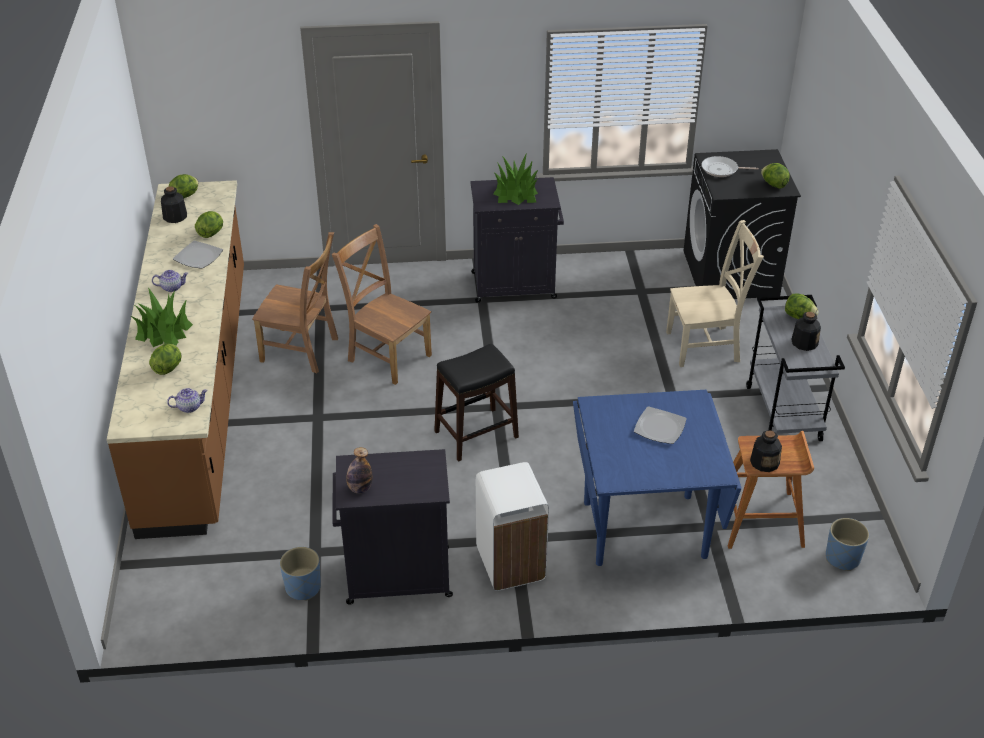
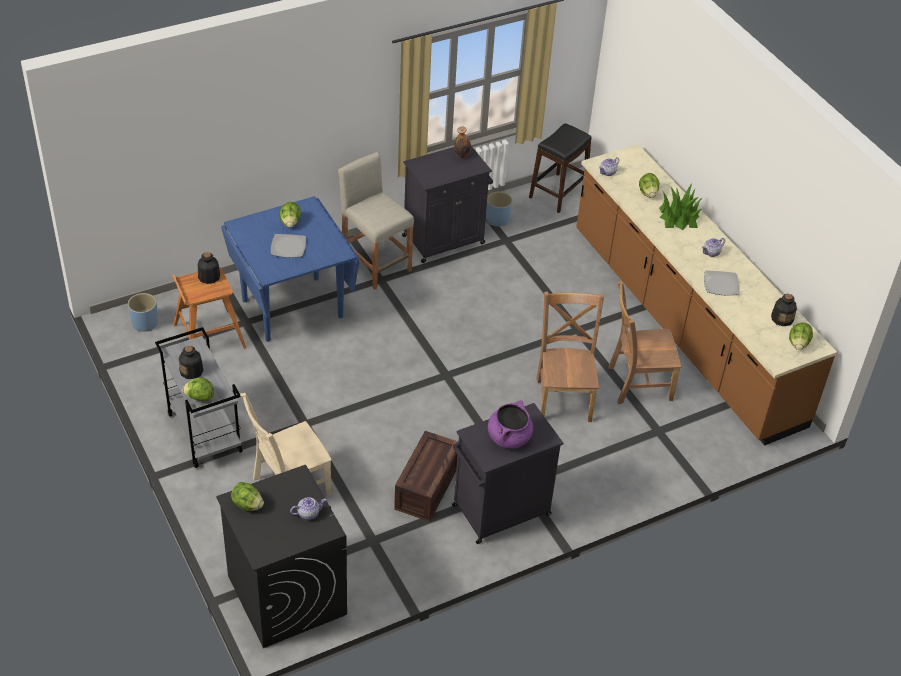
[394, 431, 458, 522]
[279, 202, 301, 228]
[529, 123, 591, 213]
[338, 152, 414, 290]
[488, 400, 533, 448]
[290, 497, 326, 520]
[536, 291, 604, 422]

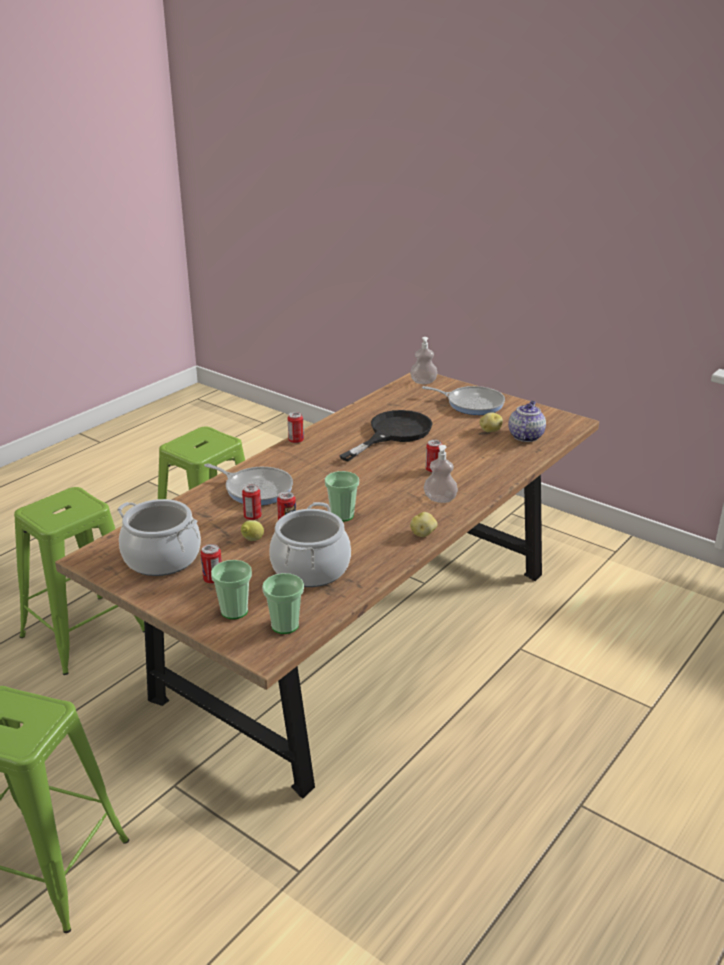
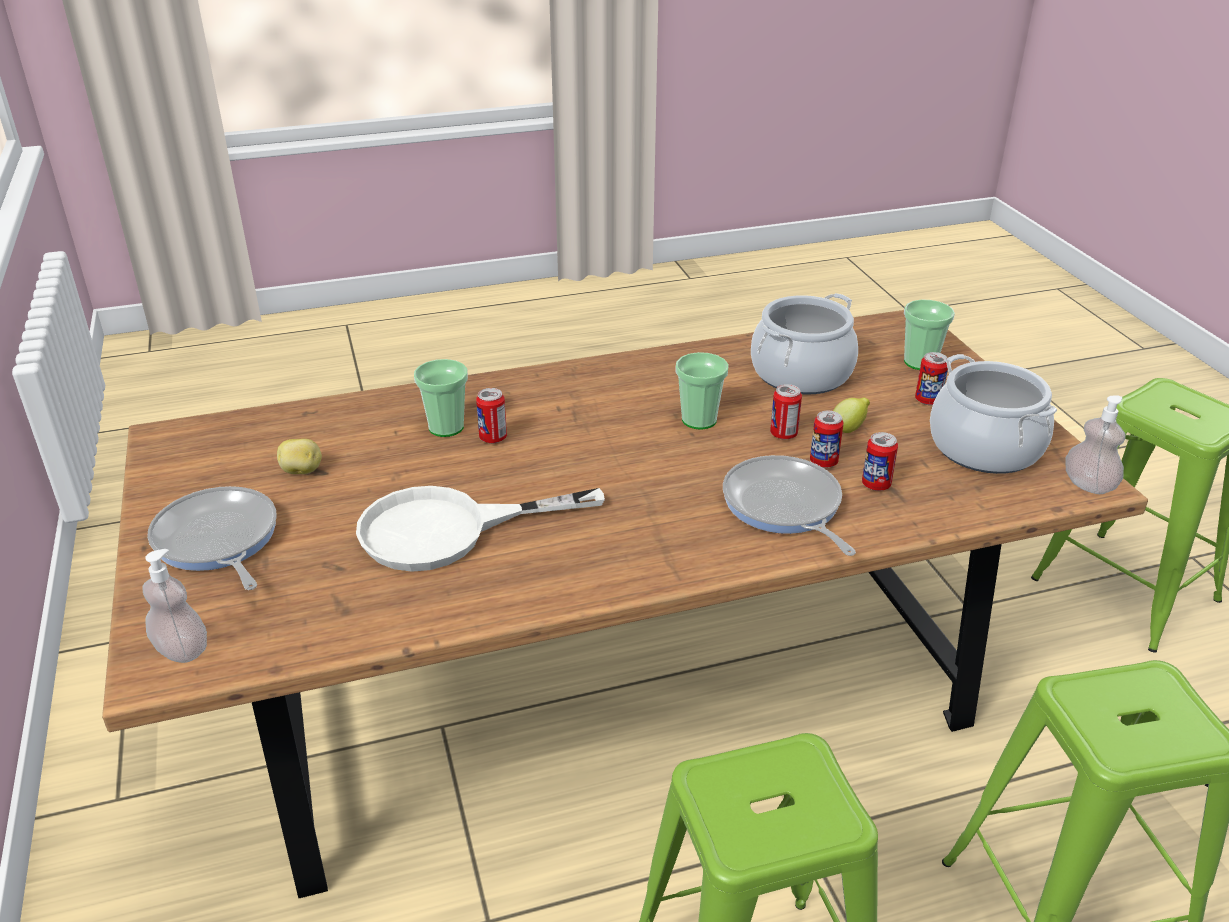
[410, 512, 438, 537] (first image)
[508, 401, 546, 442] (first image)
[414, 359, 468, 437]
[862, 432, 898, 491]
[1065, 396, 1125, 494]
[356, 486, 605, 572]

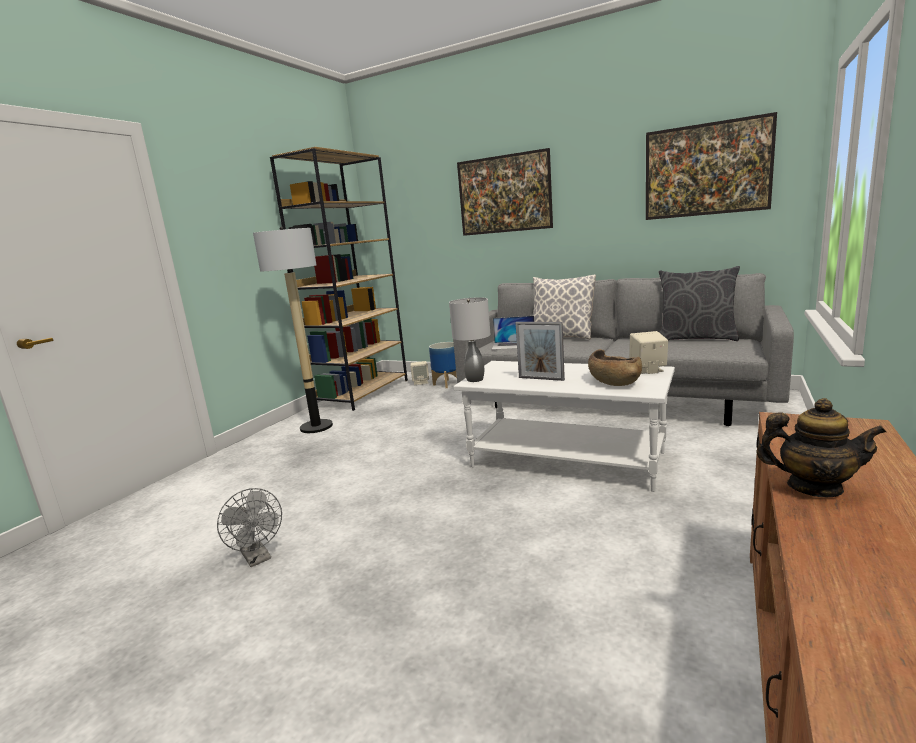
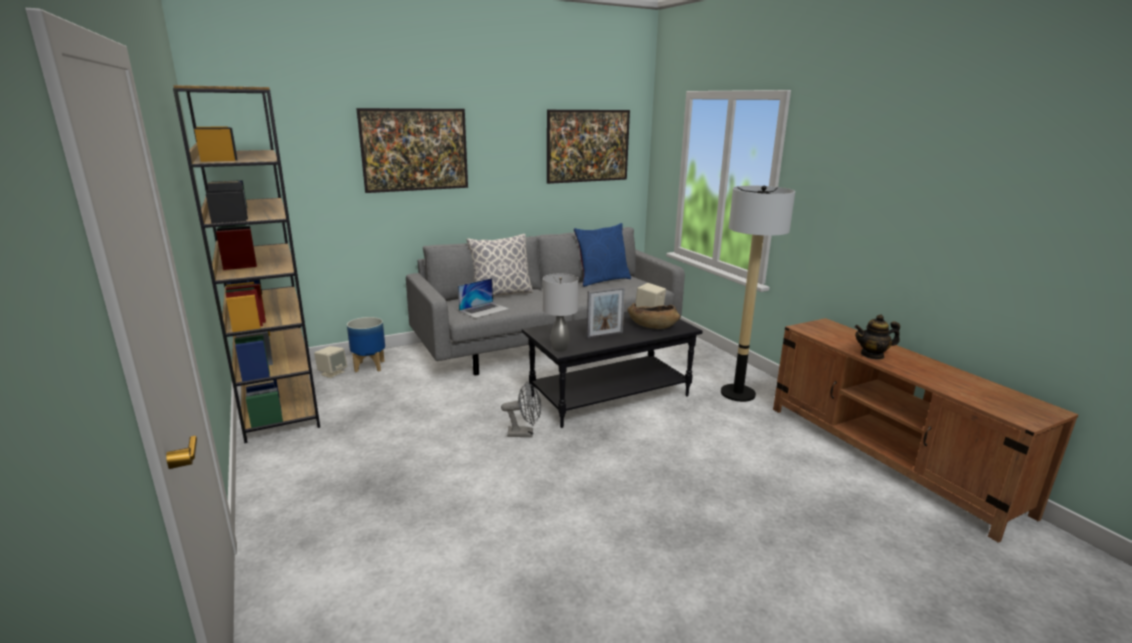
[501, 382, 541, 437]
[721, 186, 795, 402]
[522, 311, 702, 428]
[574, 223, 631, 287]
[855, 315, 900, 360]

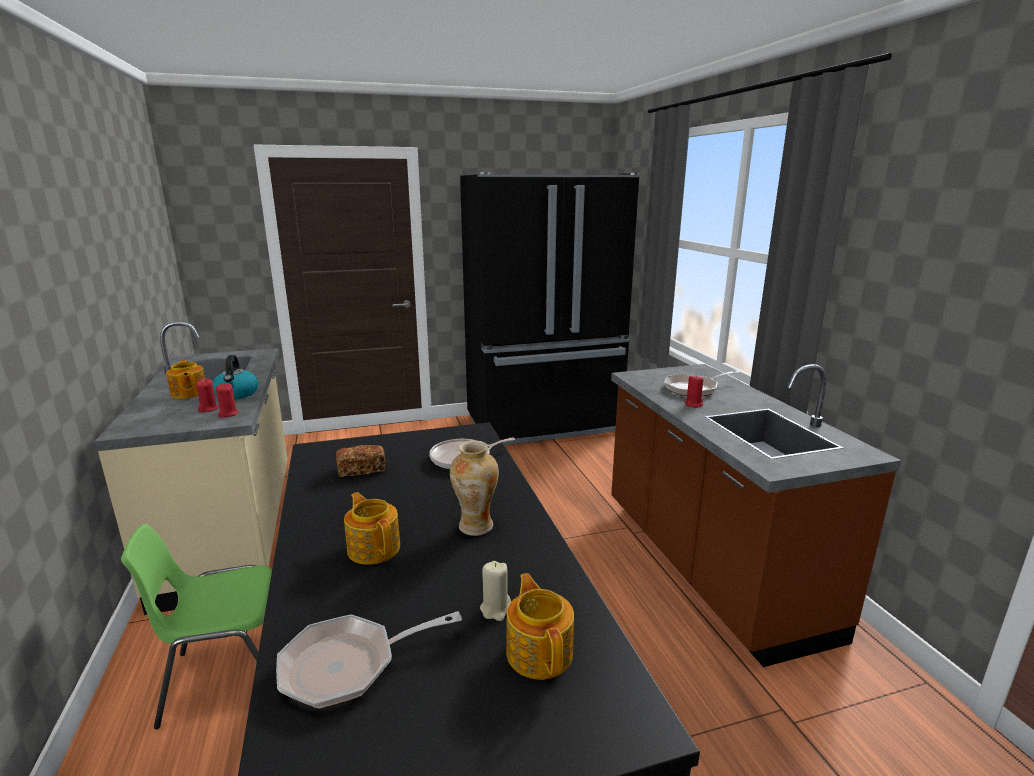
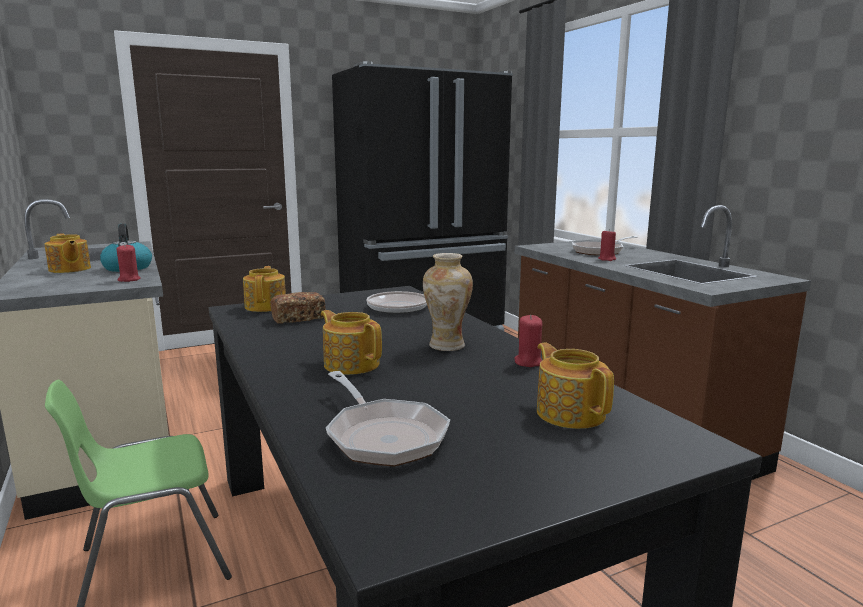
[480, 561, 511, 621] (first image)
[243, 266, 286, 312]
[514, 315, 542, 367]
[326, 371, 450, 467]

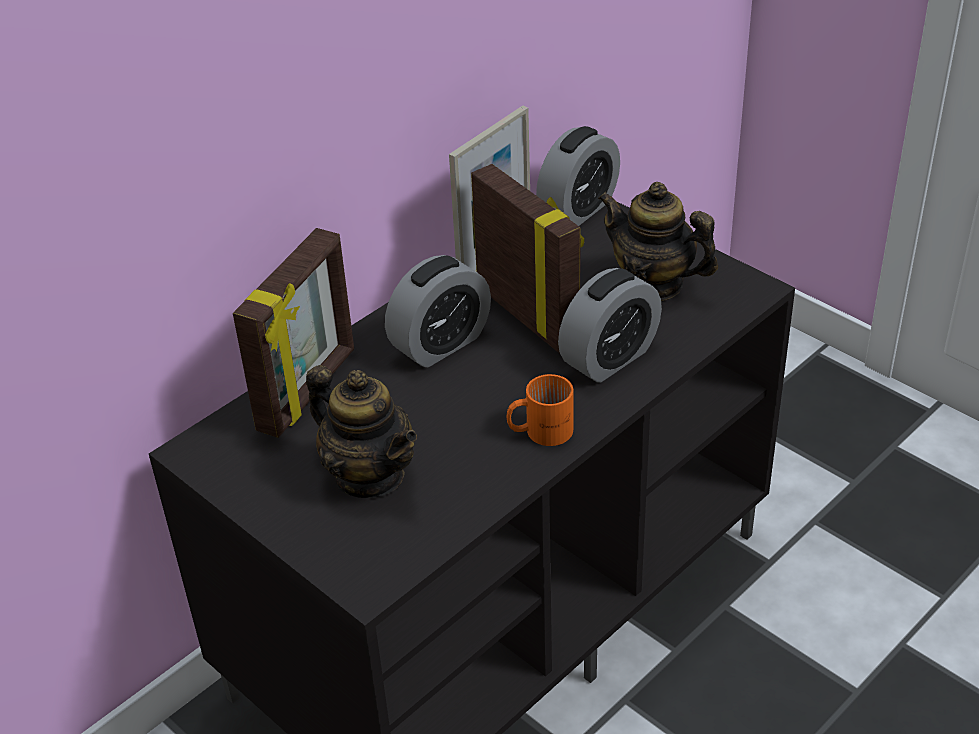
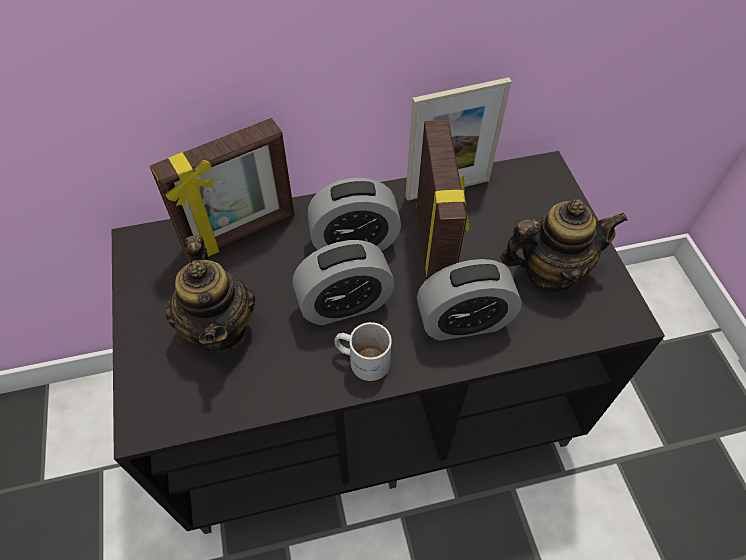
[292, 240, 395, 325]
[334, 322, 392, 381]
[500, 199, 628, 292]

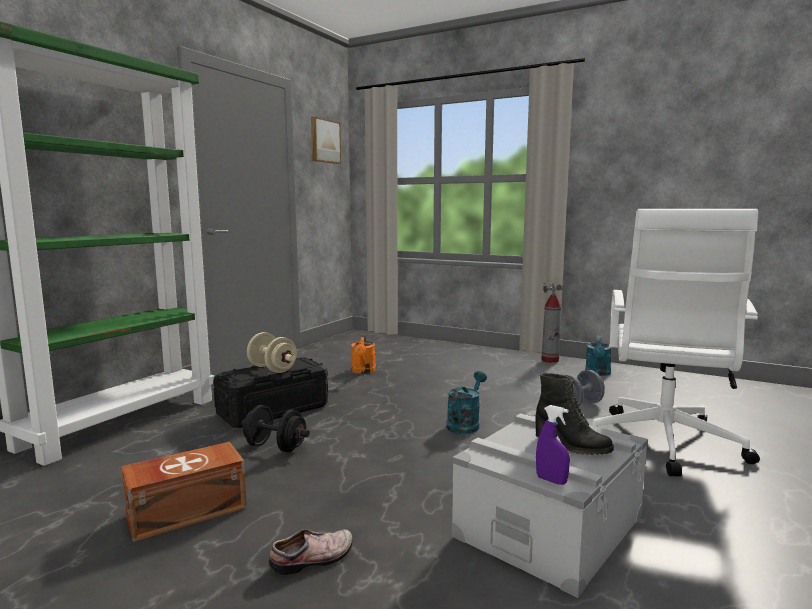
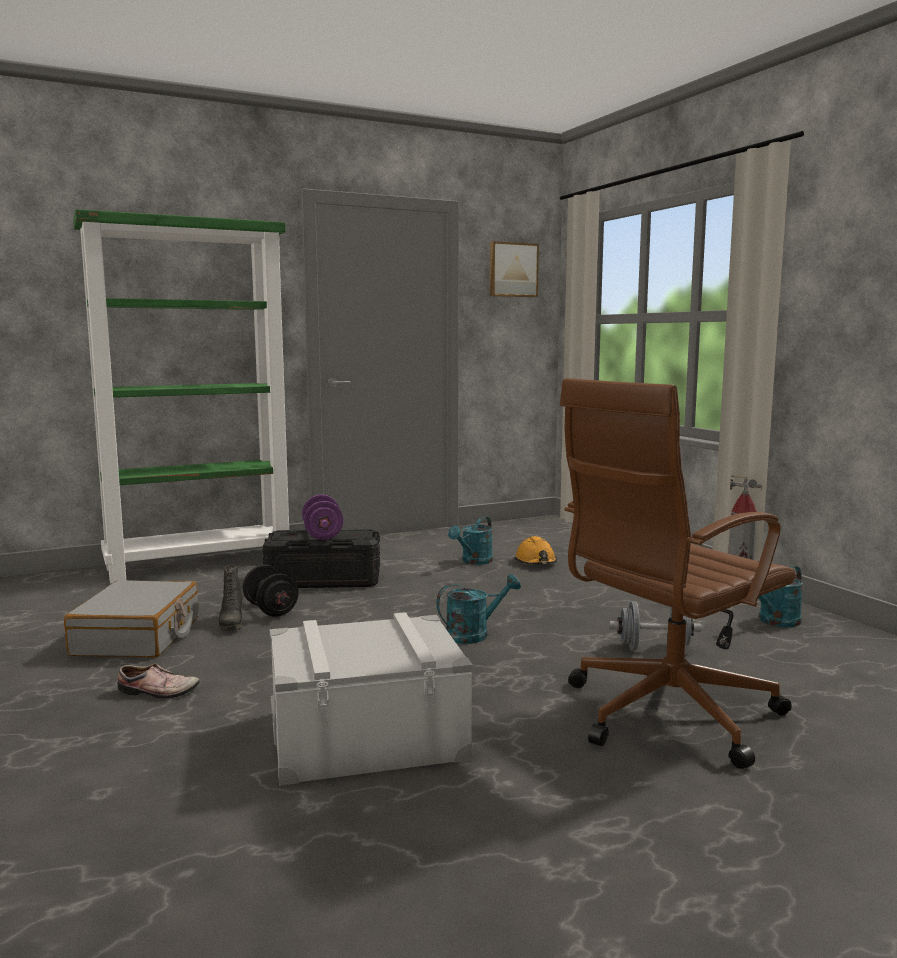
[536, 405, 570, 485] (first image)
[515, 536, 557, 564]
[219, 565, 243, 631]
[64, 580, 199, 658]
[302, 494, 343, 540]
[448, 516, 493, 565]
[560, 378, 796, 769]

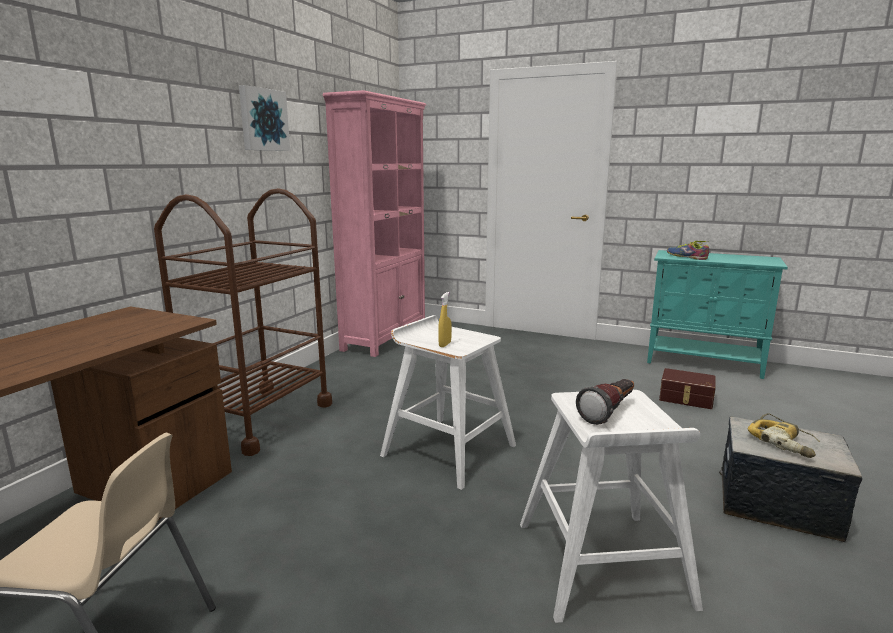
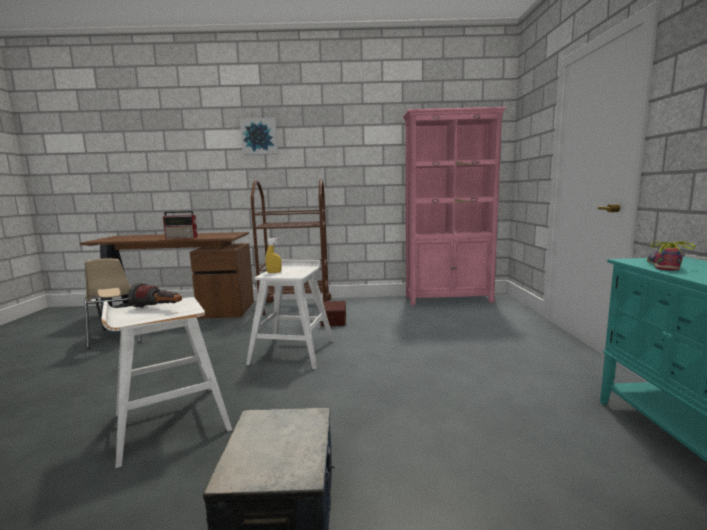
[748, 413, 820, 458] (first image)
[163, 211, 198, 239]
[240, 117, 278, 155]
[321, 301, 346, 326]

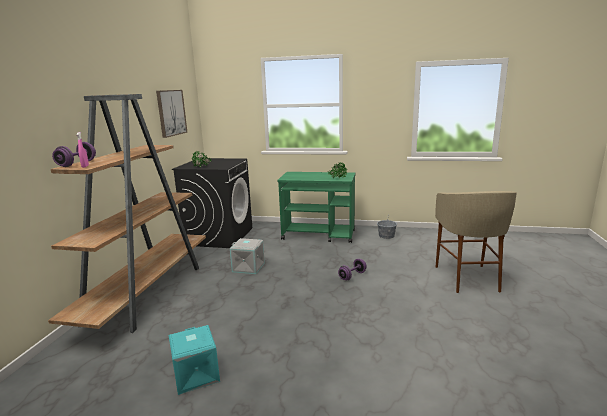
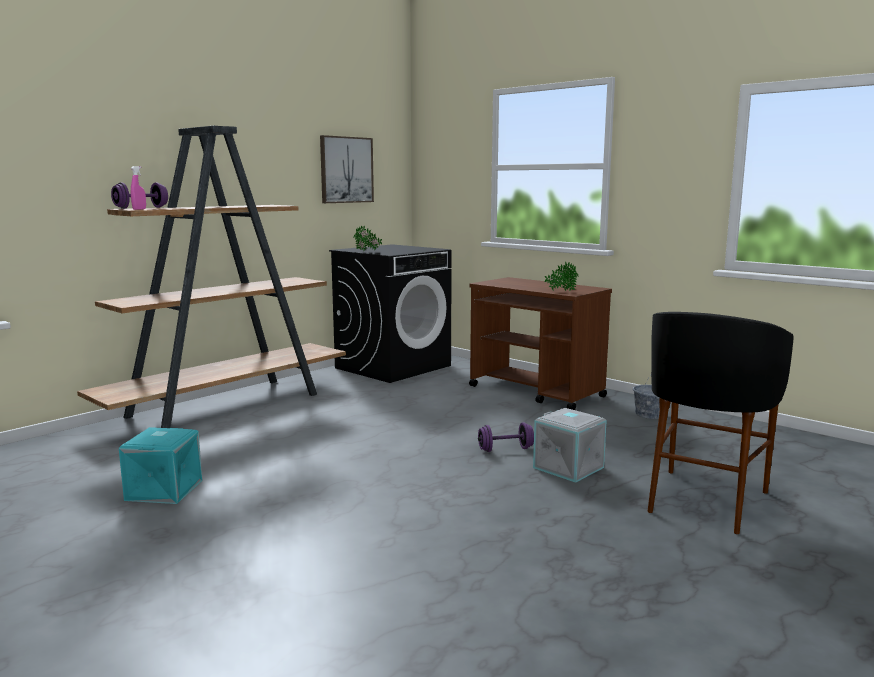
[533, 408, 607, 483]
[469, 277, 612, 410]
[647, 312, 794, 534]

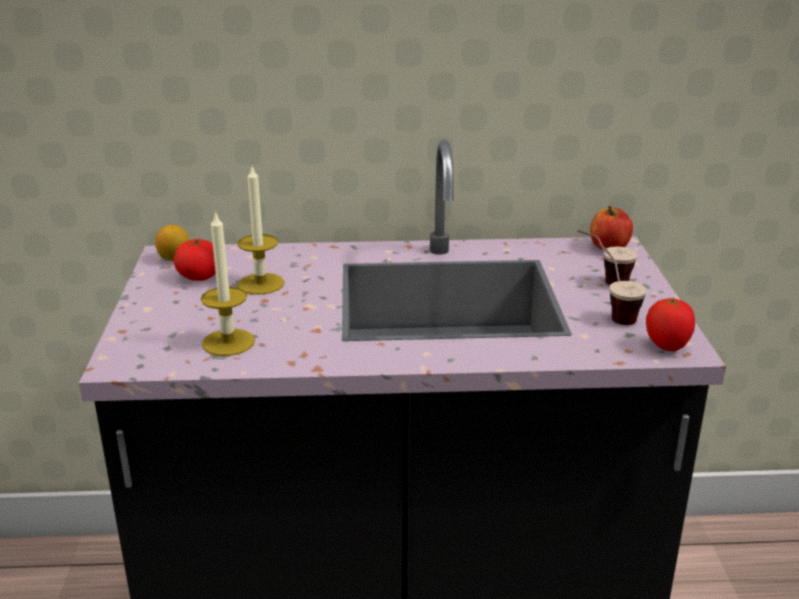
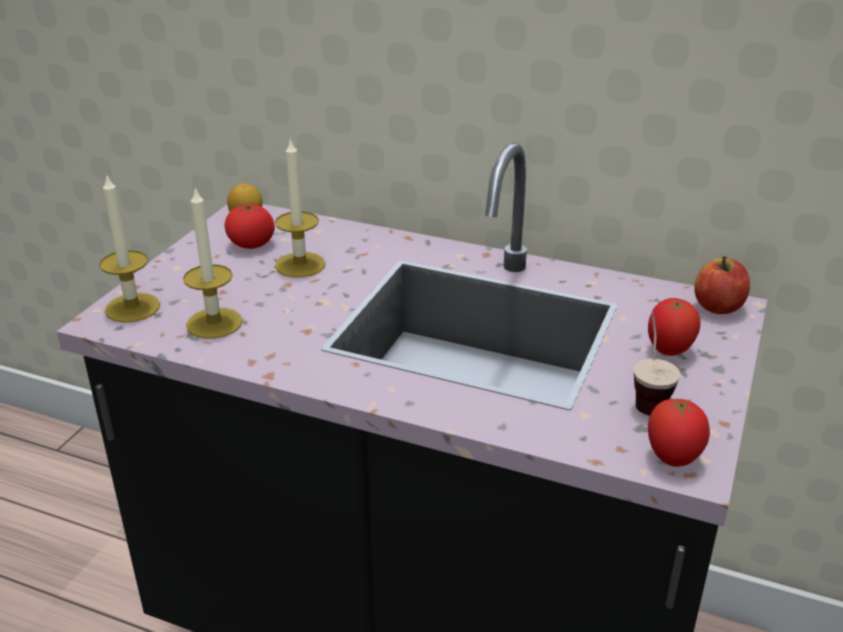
[99, 173, 160, 323]
[648, 298, 701, 356]

